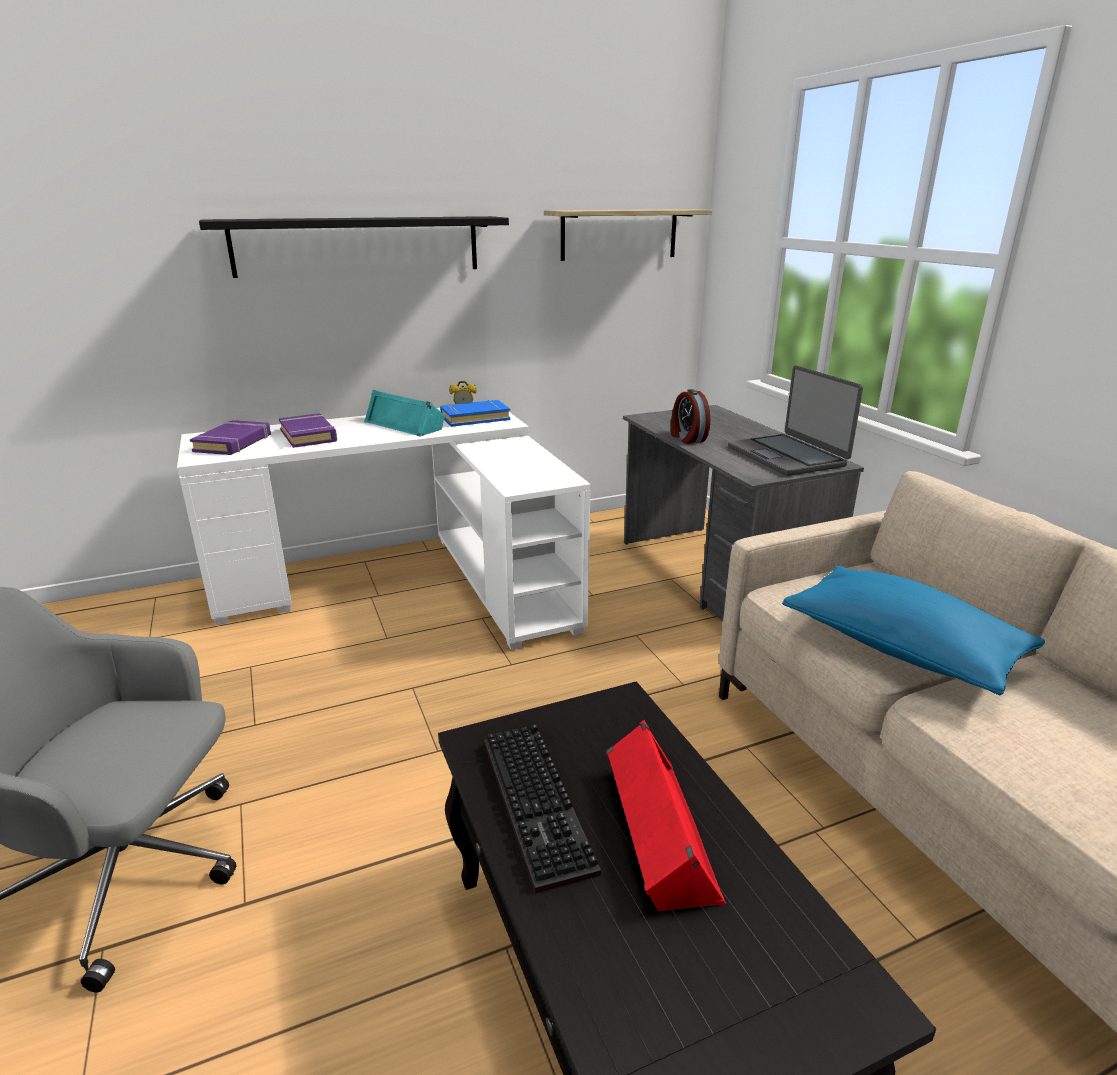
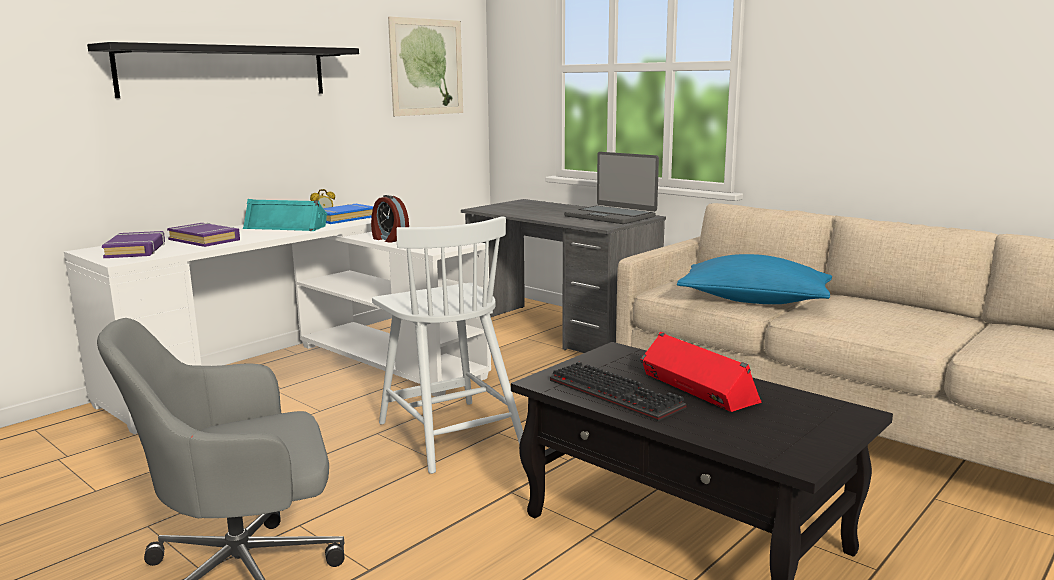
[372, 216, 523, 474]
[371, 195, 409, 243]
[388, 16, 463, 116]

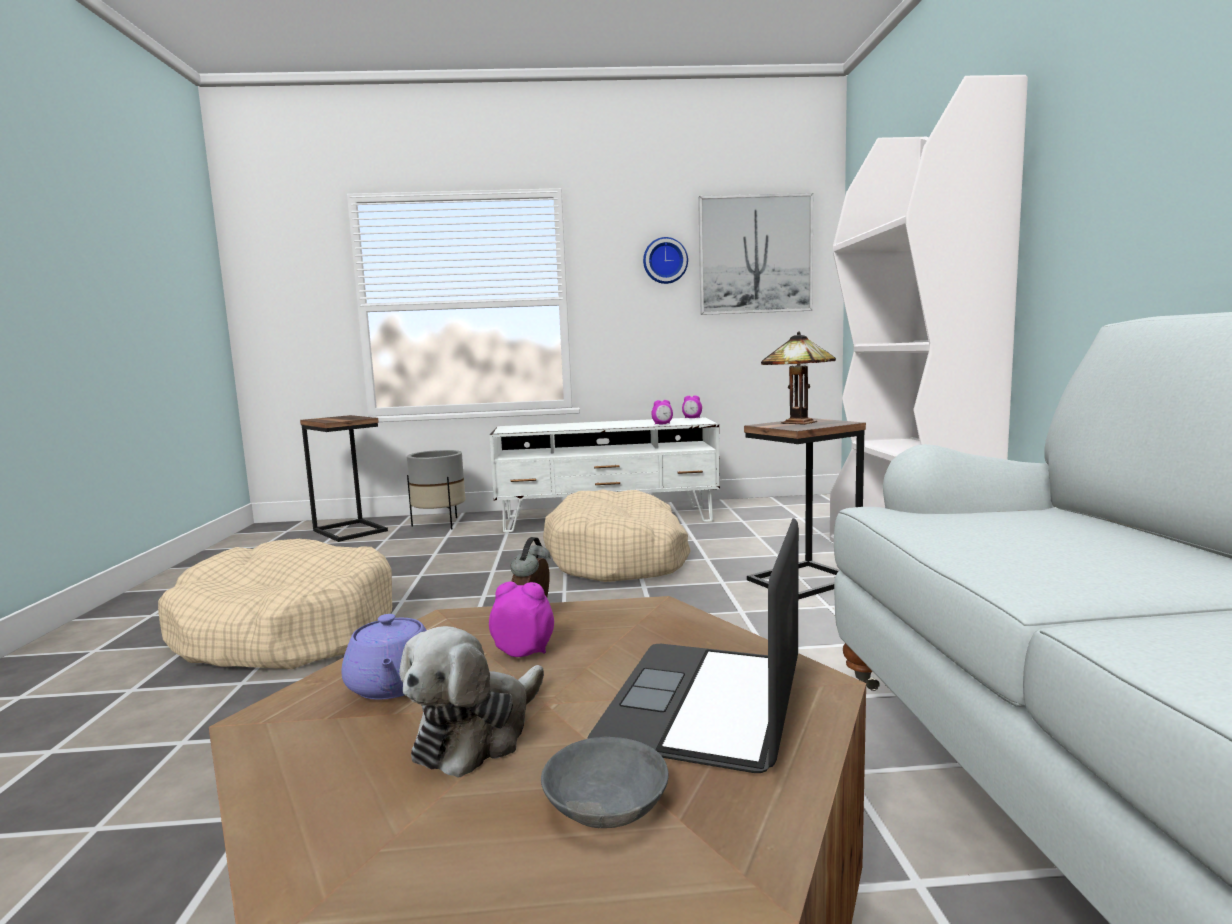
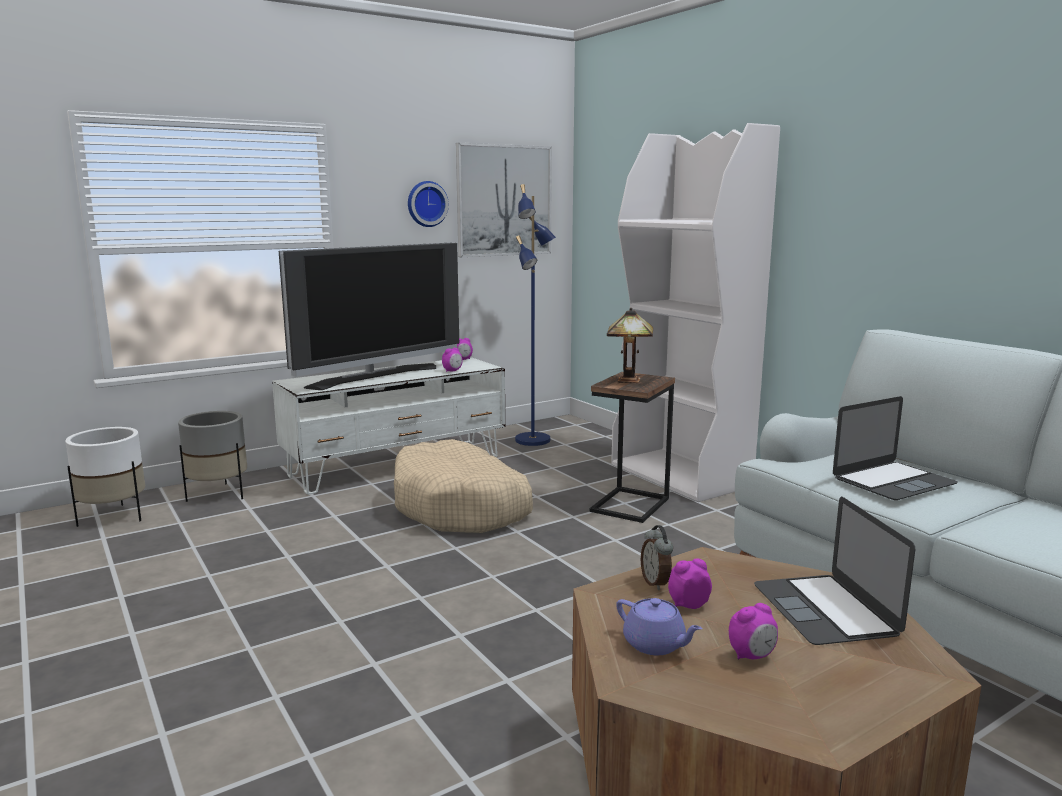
[158, 539, 392, 669] (first image)
[541, 737, 669, 828] (first image)
[279, 243, 459, 390]
[515, 184, 556, 446]
[833, 396, 958, 500]
[65, 427, 145, 527]
[729, 603, 778, 659]

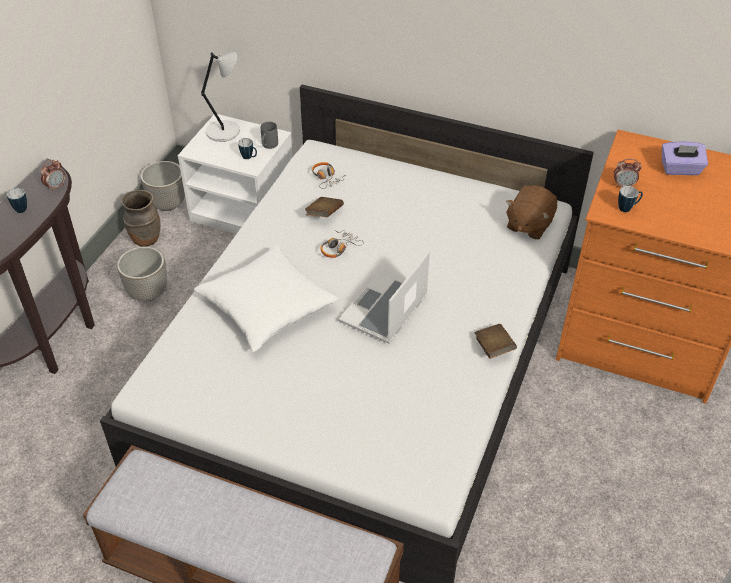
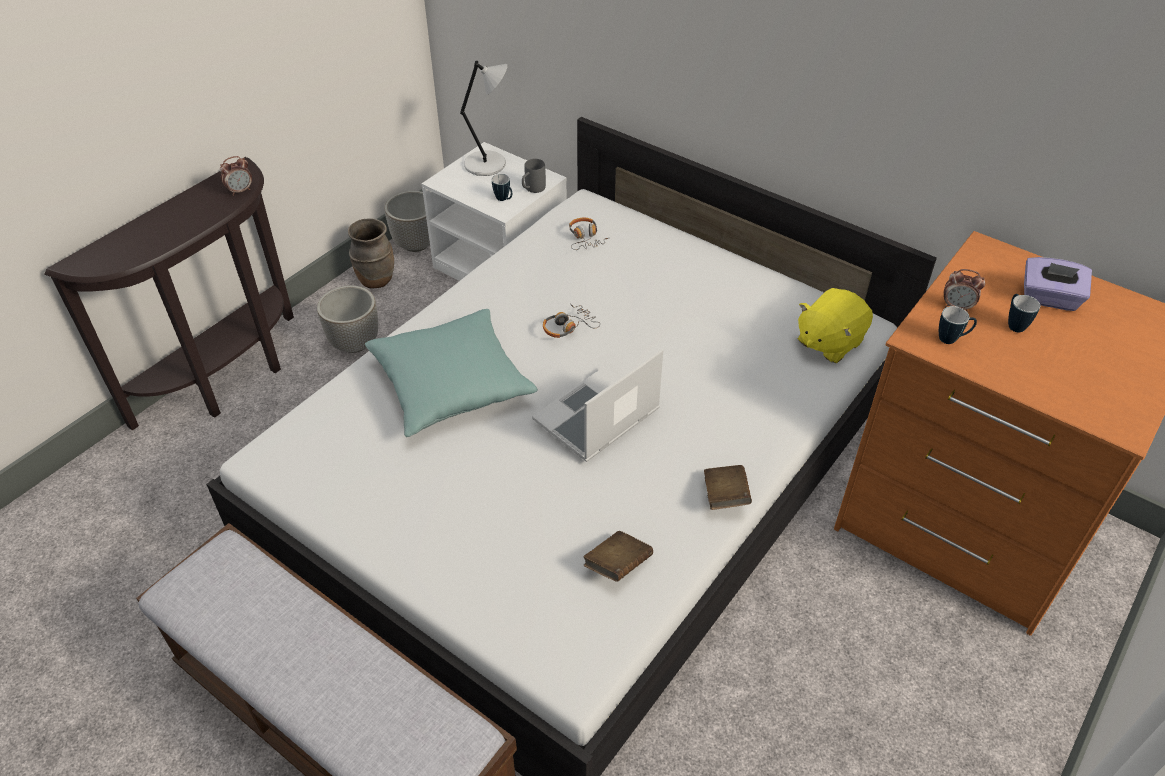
[1008, 294, 1040, 332]
[583, 531, 653, 582]
[365, 309, 538, 437]
[798, 288, 873, 363]

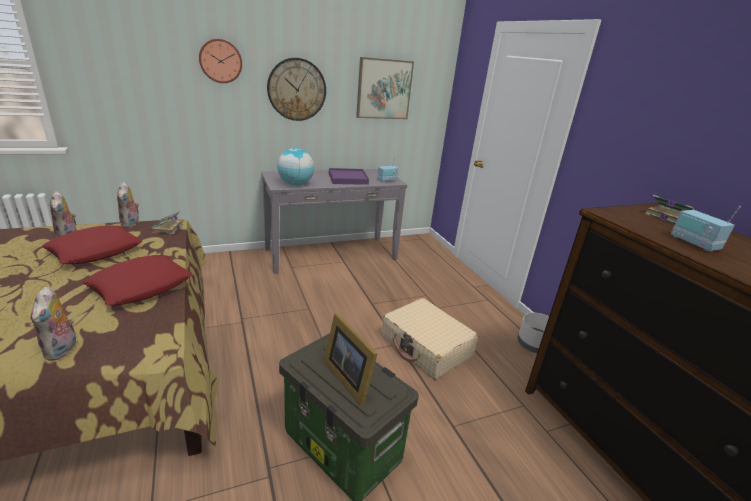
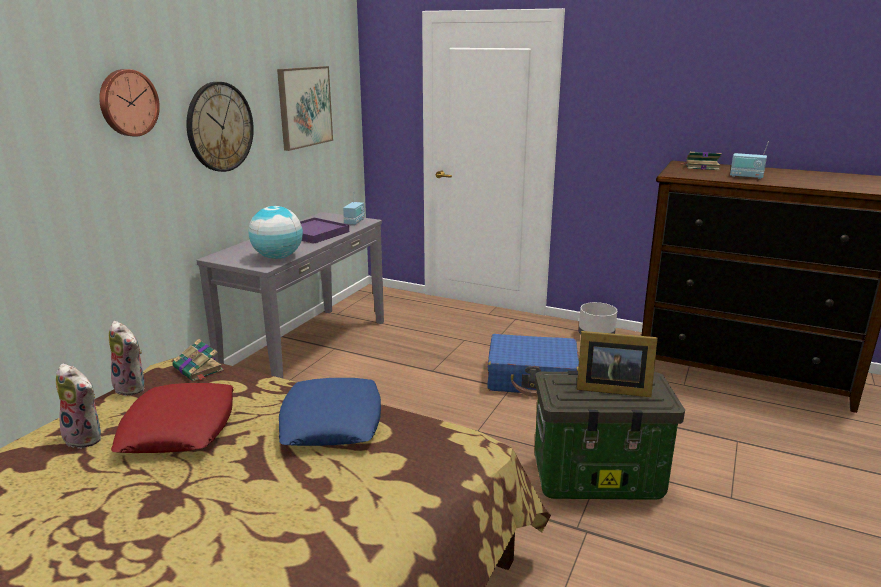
[31, 287, 76, 361] (first image)
[279, 378, 381, 446]
[487, 334, 579, 397]

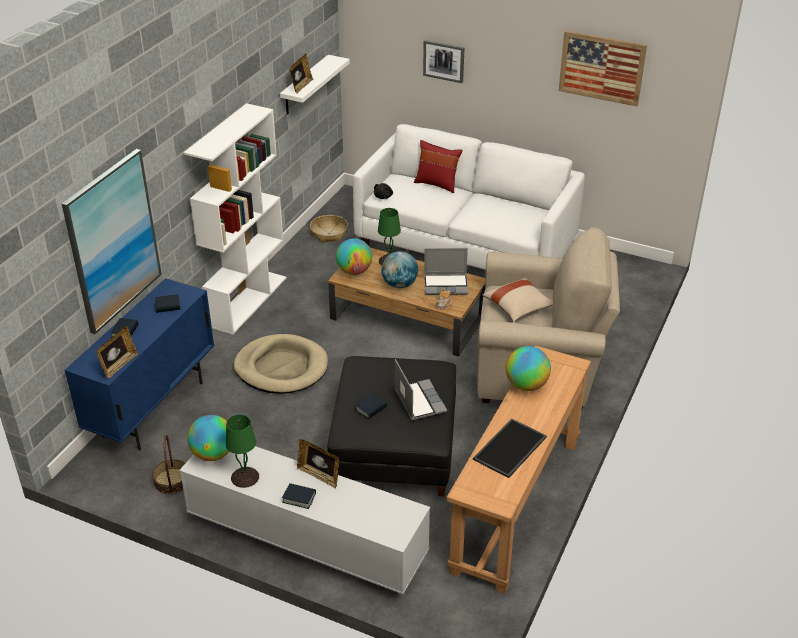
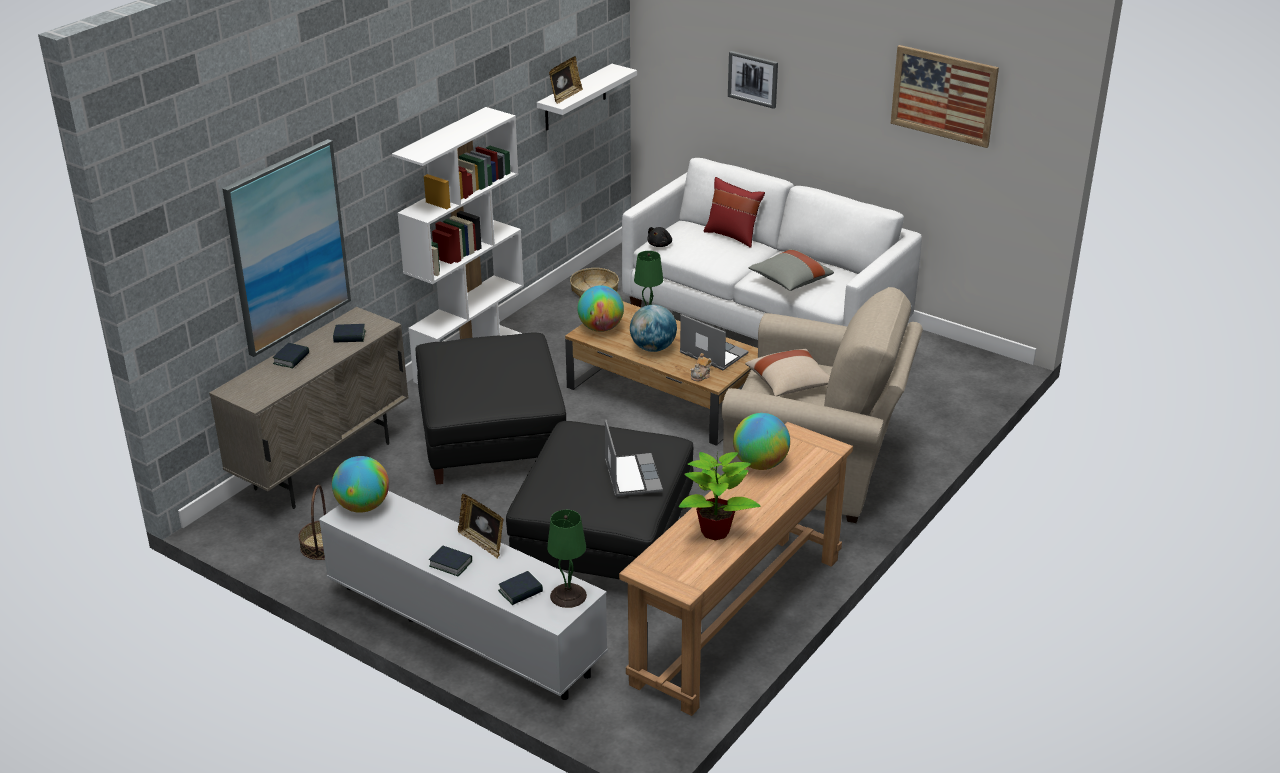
[96, 326, 138, 379] (first image)
[749, 249, 834, 291]
[547, 510, 587, 608]
[498, 571, 543, 605]
[416, 333, 566, 485]
[679, 451, 760, 541]
[209, 307, 409, 509]
[680, 314, 749, 370]

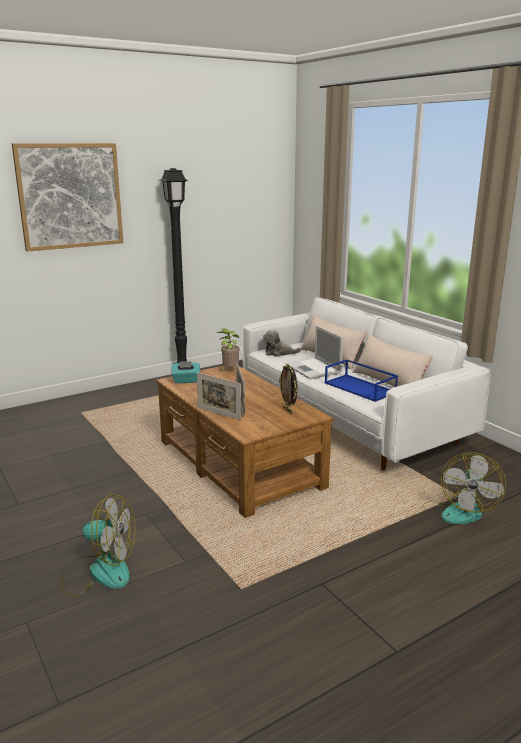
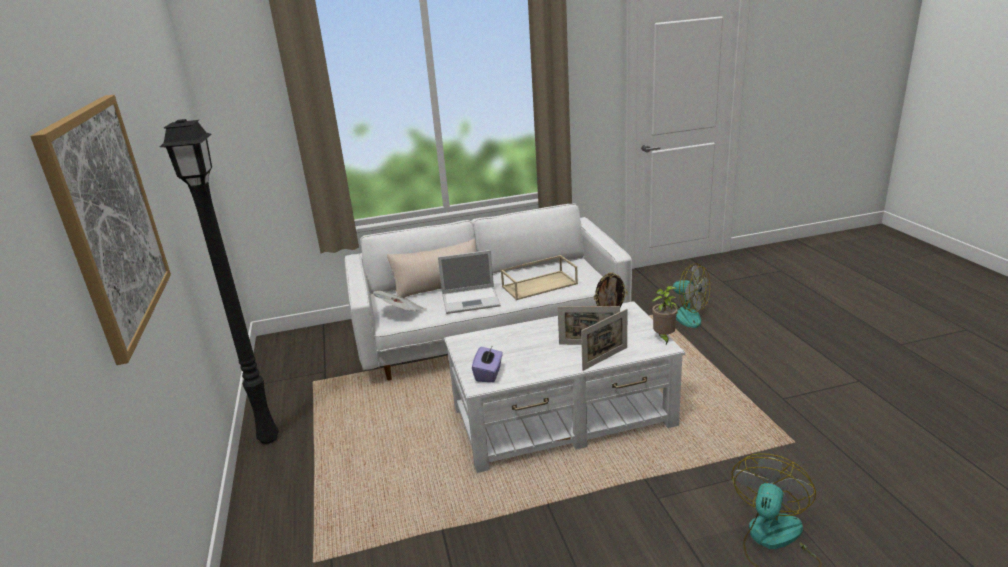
[352, 334, 433, 387] (first image)
[652, 286, 678, 345]
[371, 291, 427, 311]
[444, 301, 685, 473]
[472, 345, 503, 382]
[501, 255, 578, 300]

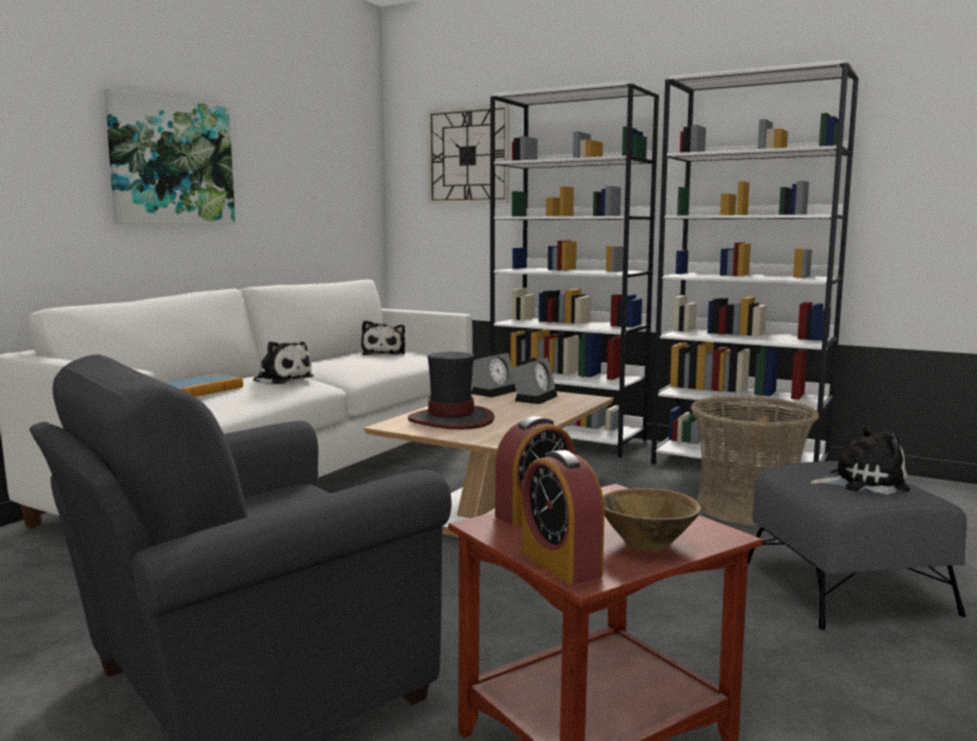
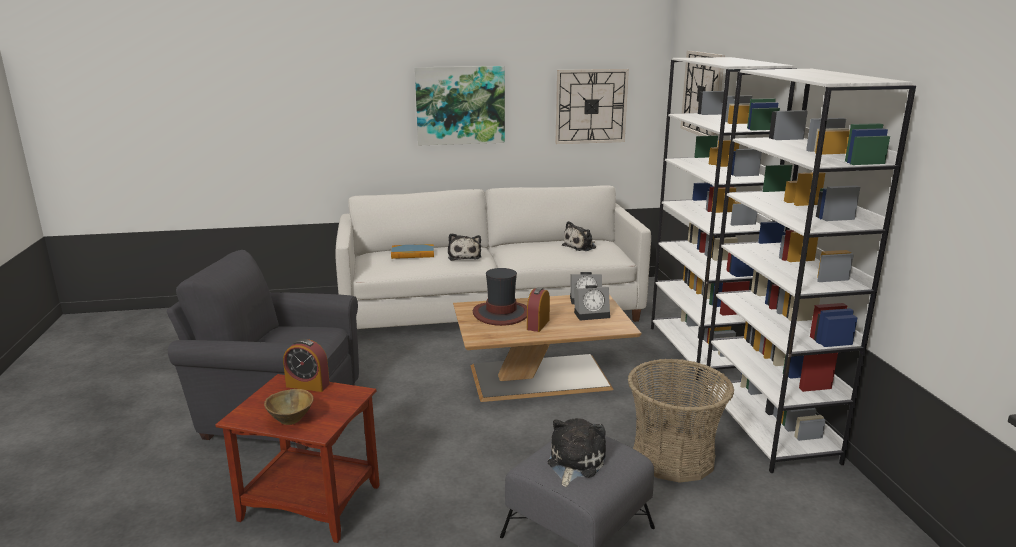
[555, 69, 629, 144]
[527, 287, 550, 332]
[548, 418, 606, 487]

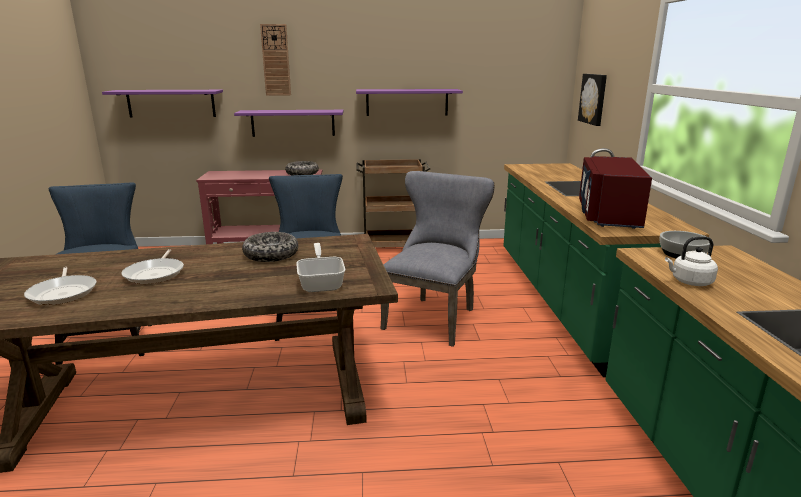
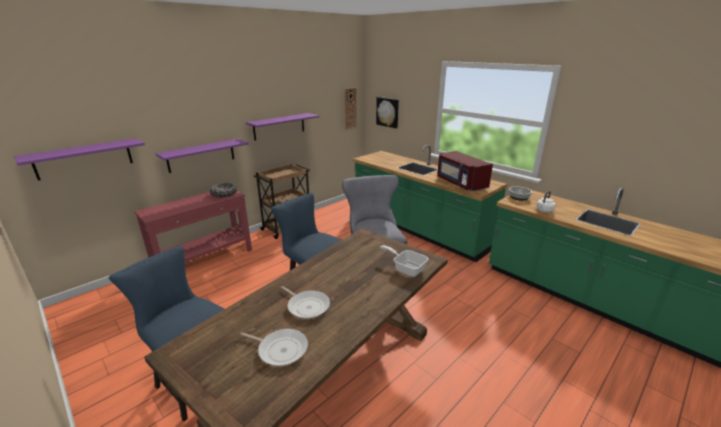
[242, 232, 298, 262] (first image)
[345, 88, 357, 130]

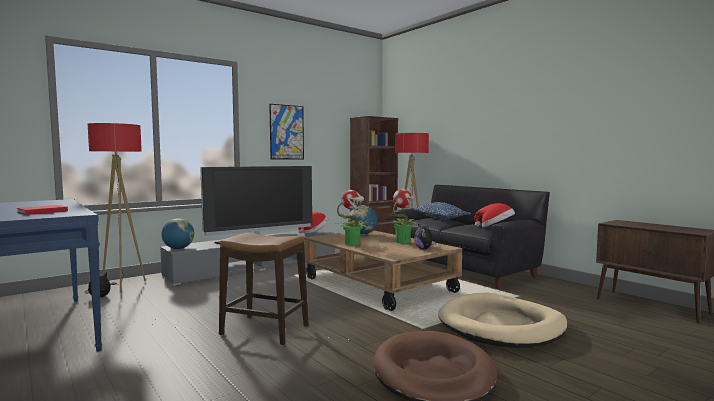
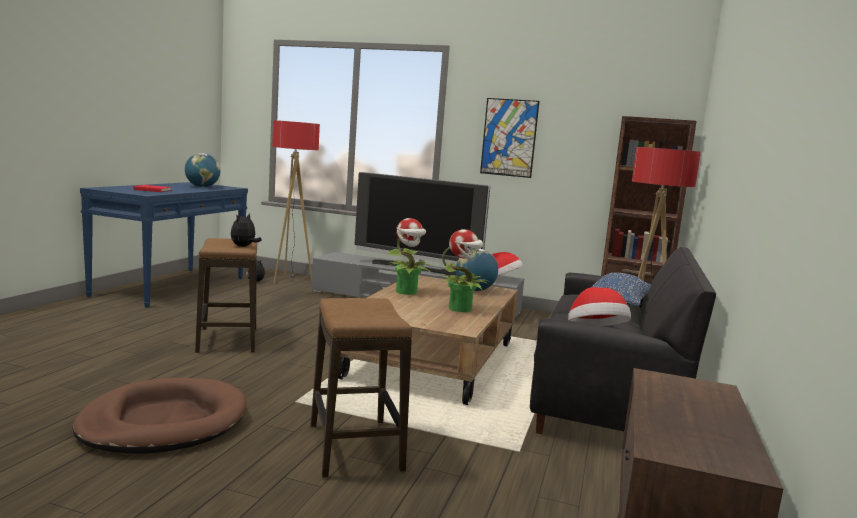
[185, 153, 220, 187]
[231, 213, 261, 247]
[311, 298, 413, 478]

